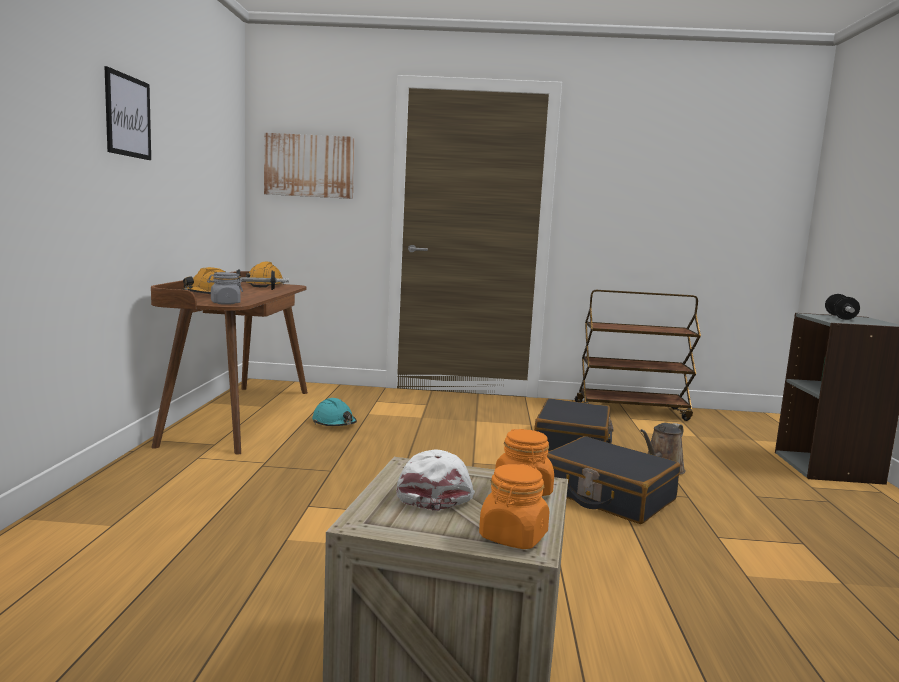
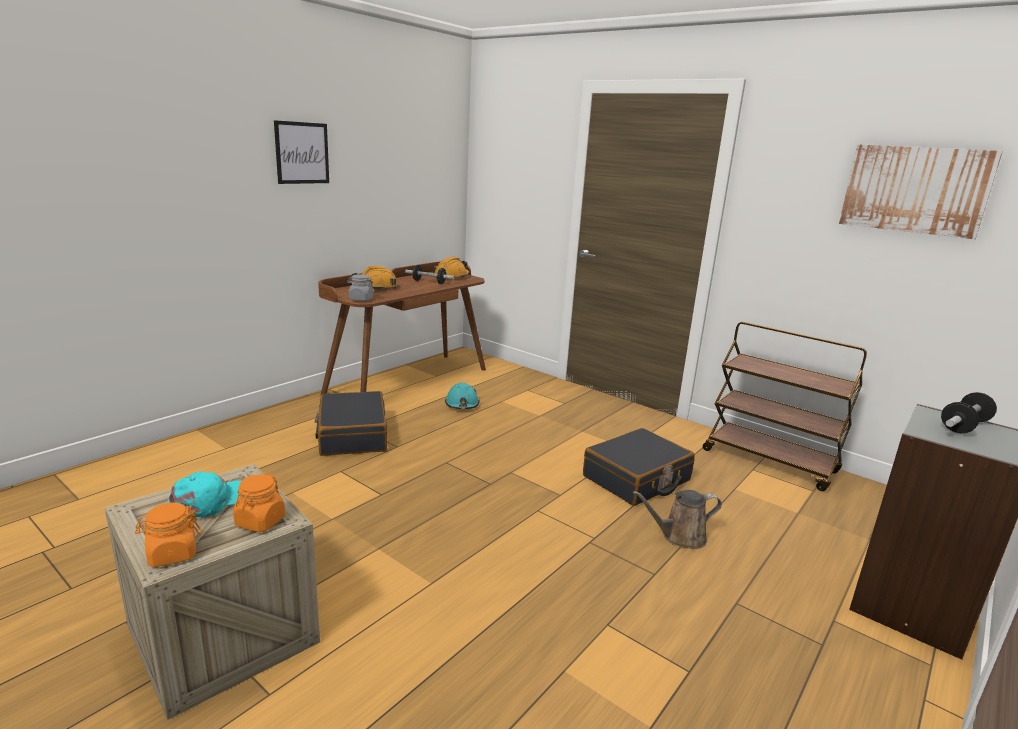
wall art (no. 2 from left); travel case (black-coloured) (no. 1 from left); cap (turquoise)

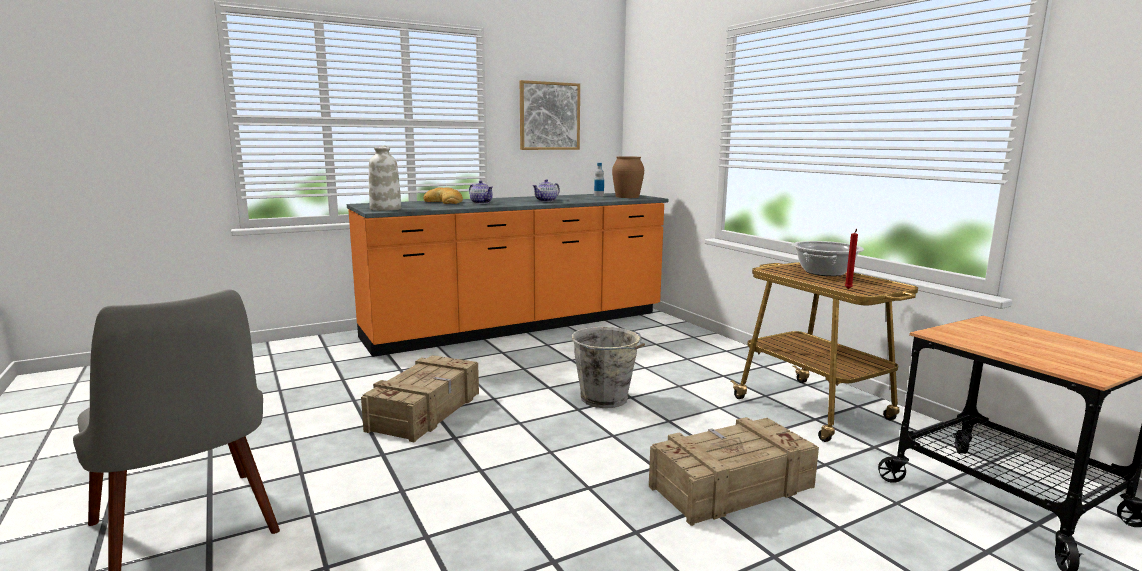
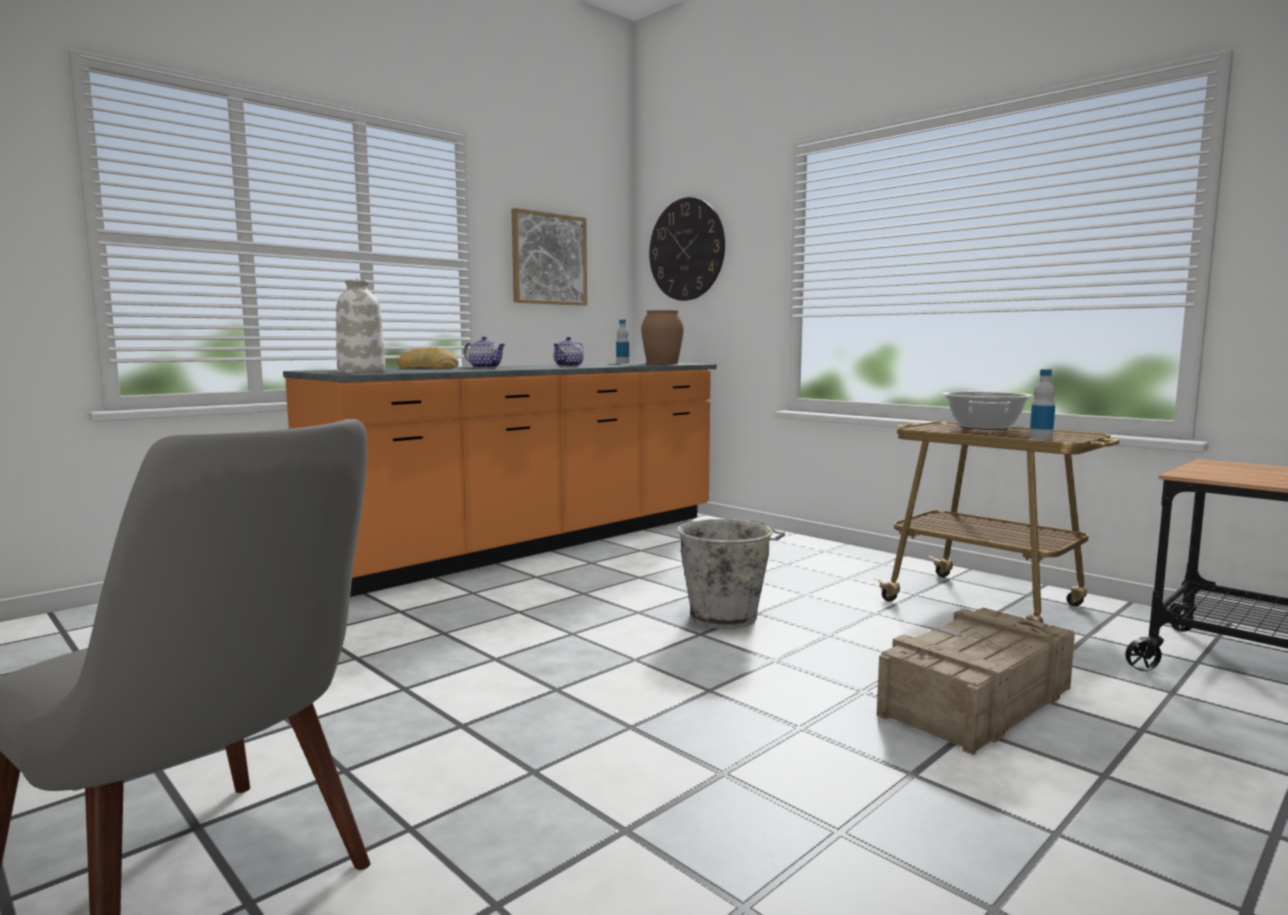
packing crate (no. 1 from left in the first image); wall clock; bottle (no. 2 from left)

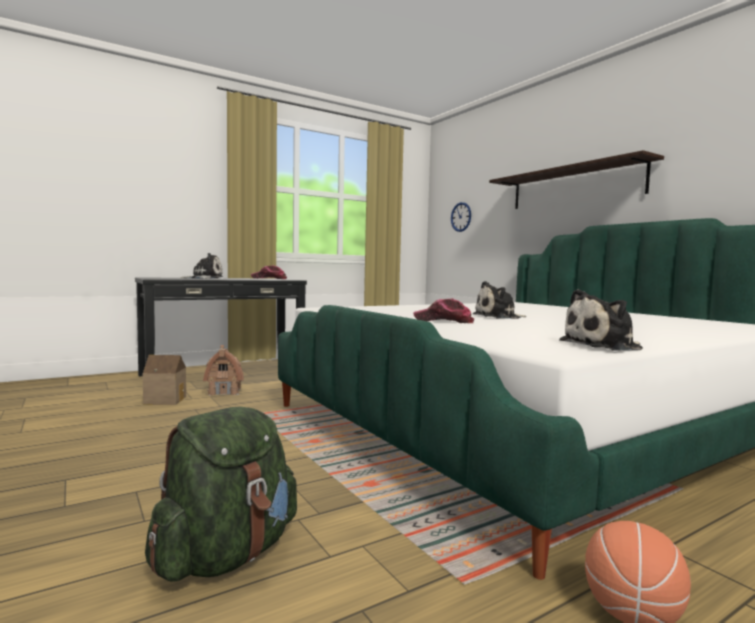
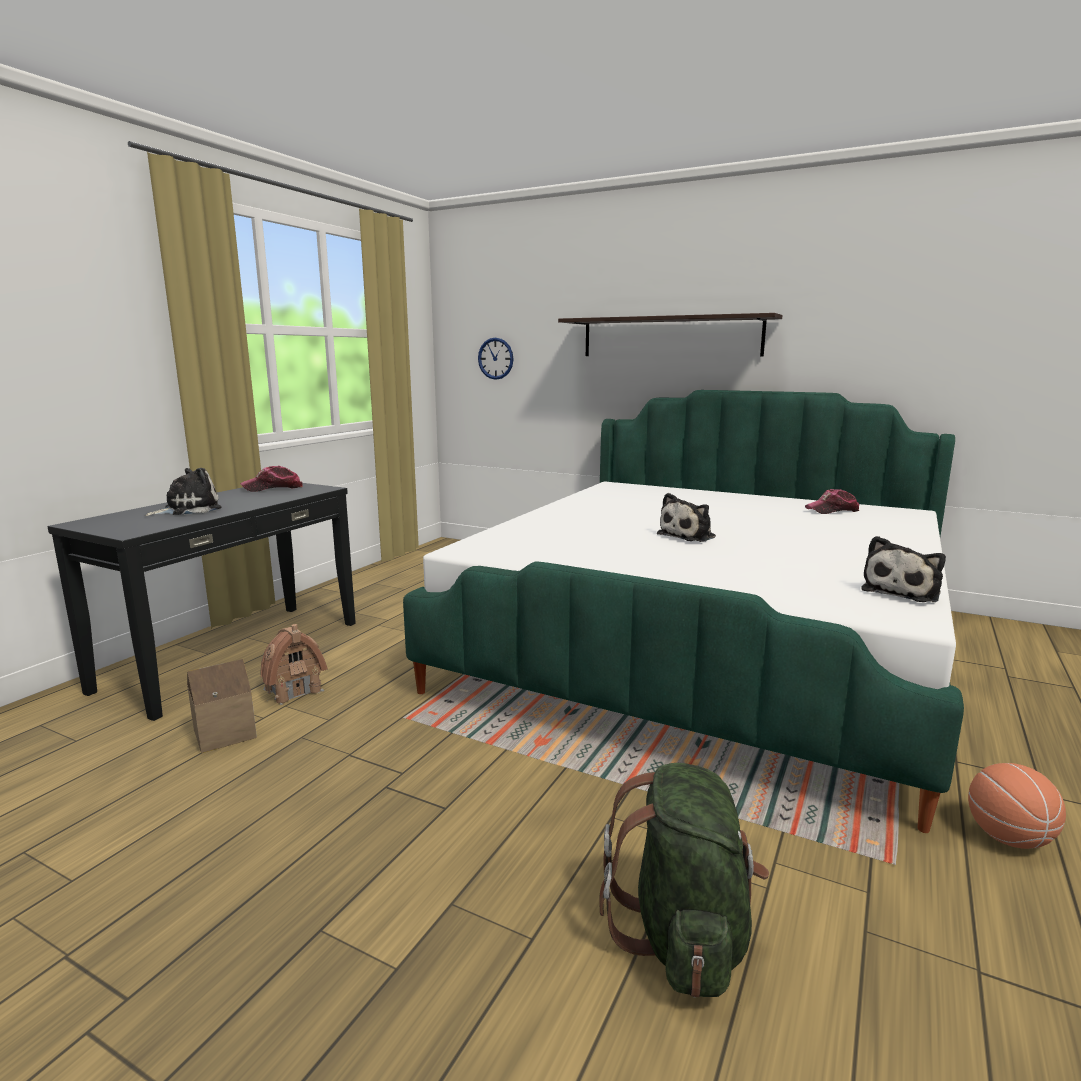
cap (no. 2 from left)

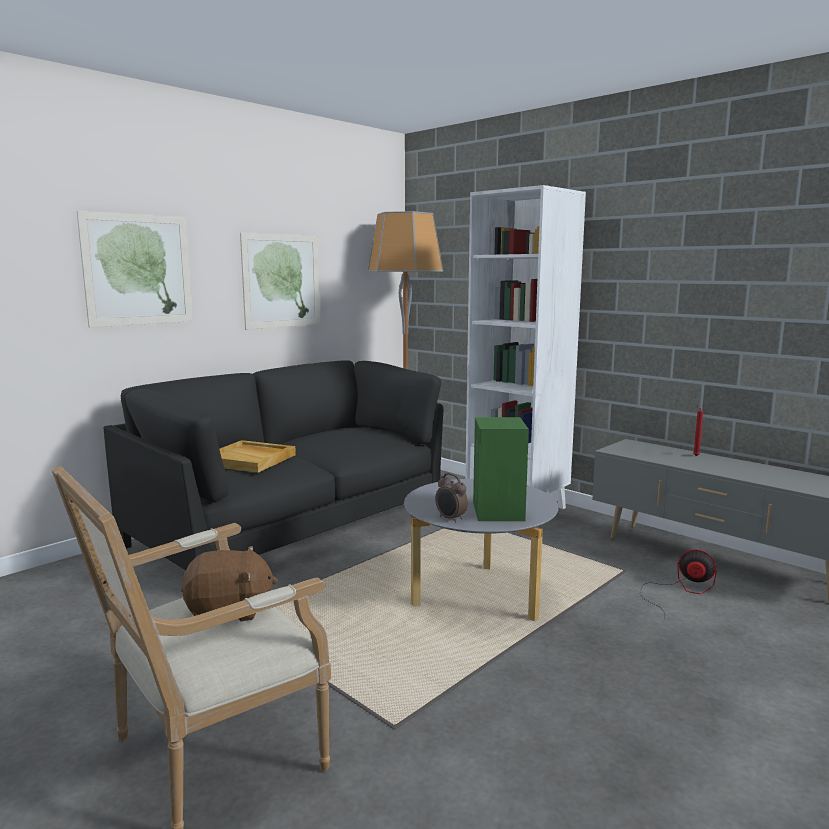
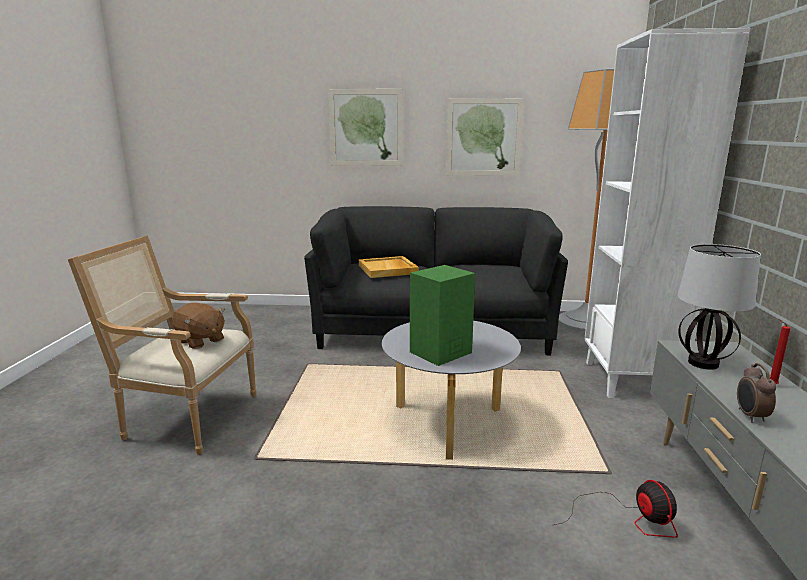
tabletop lamp; table clock

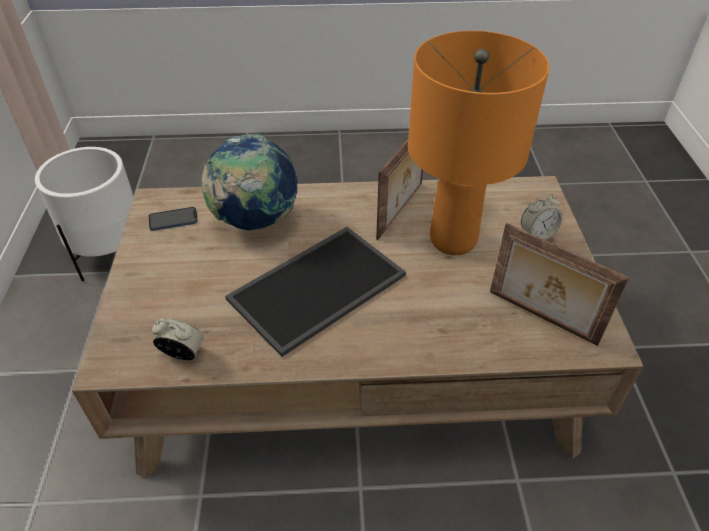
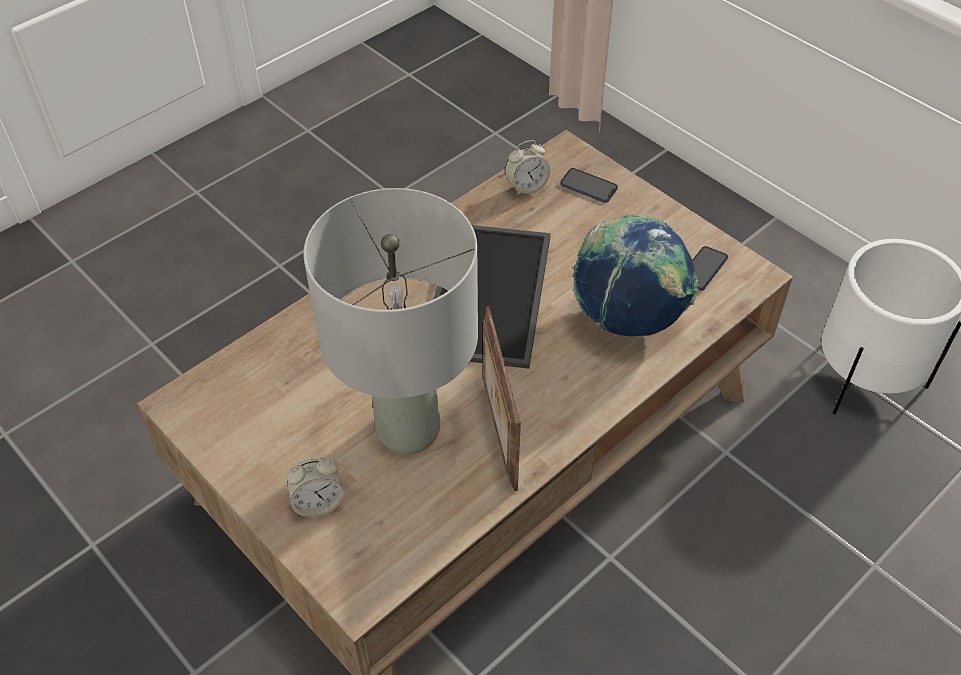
photo frame (no. 2 from left in the first image); phone (no. 1 from left); tabletop lamp (grey); table clock (no. 1 from left)

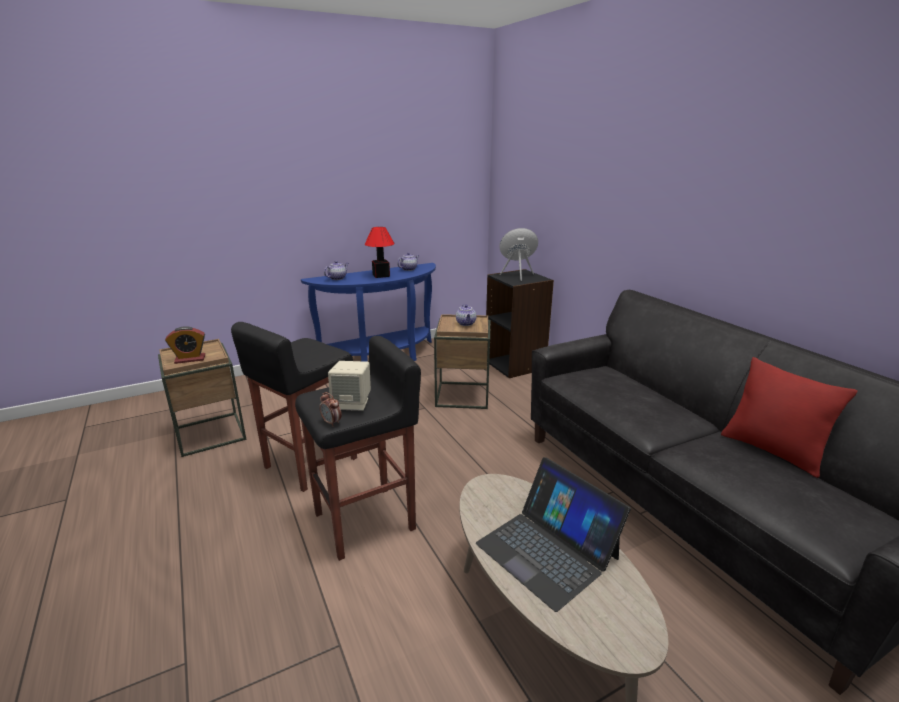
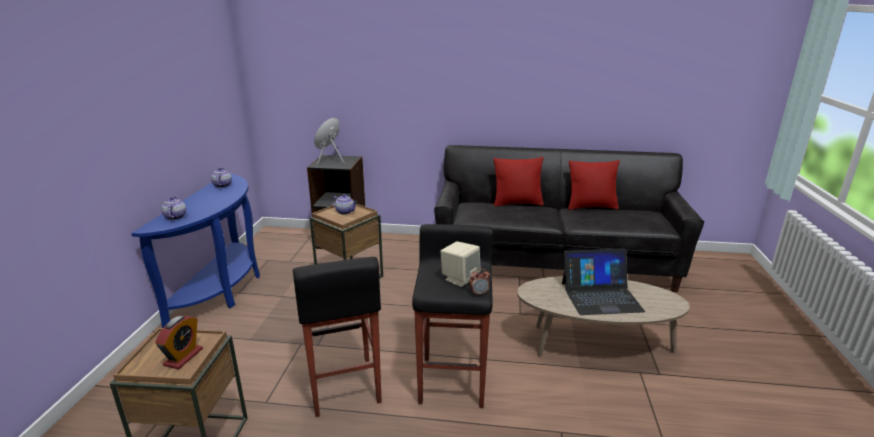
tabletop lamp; cushion (red) (no. 1 from left)

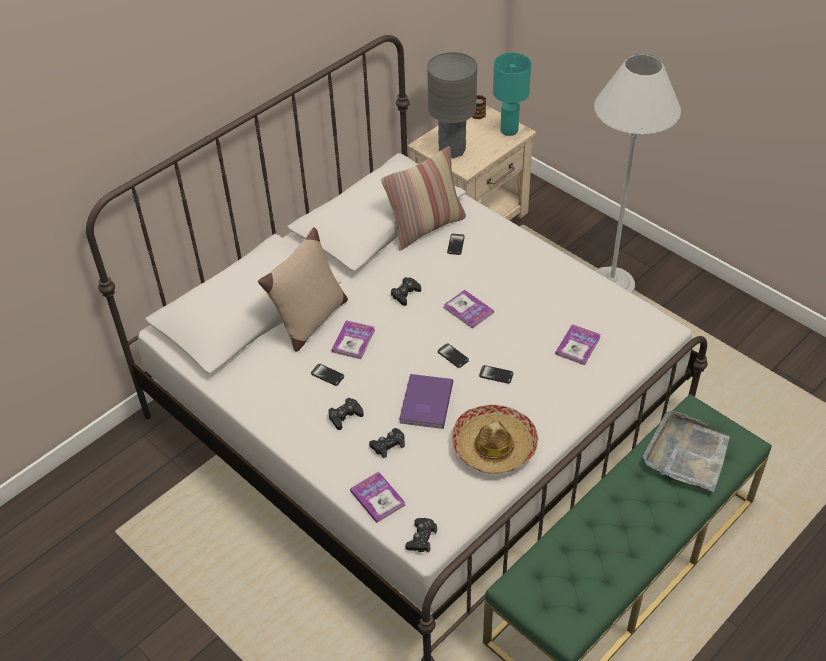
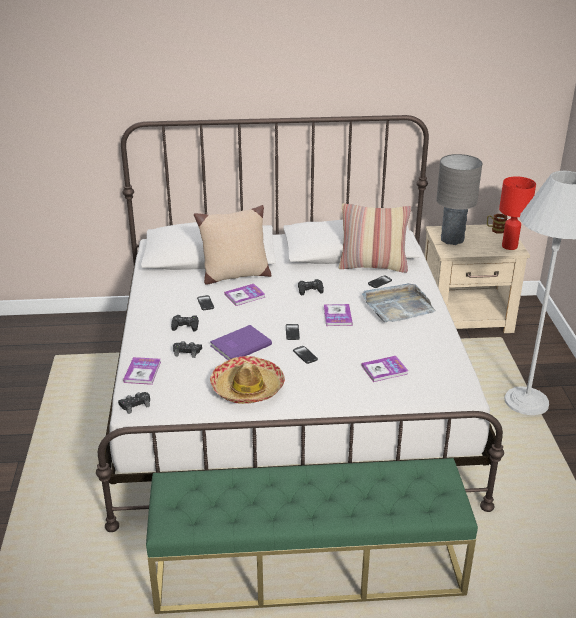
serving tray (grey); tabletop lamp (red)

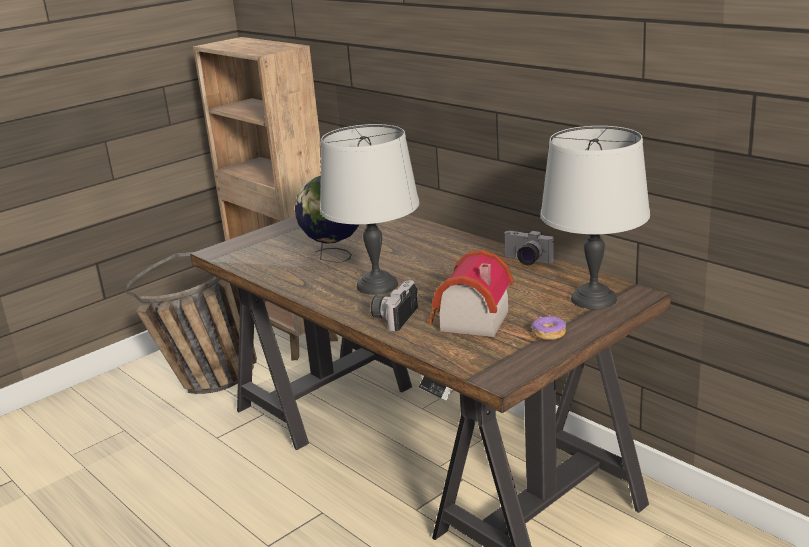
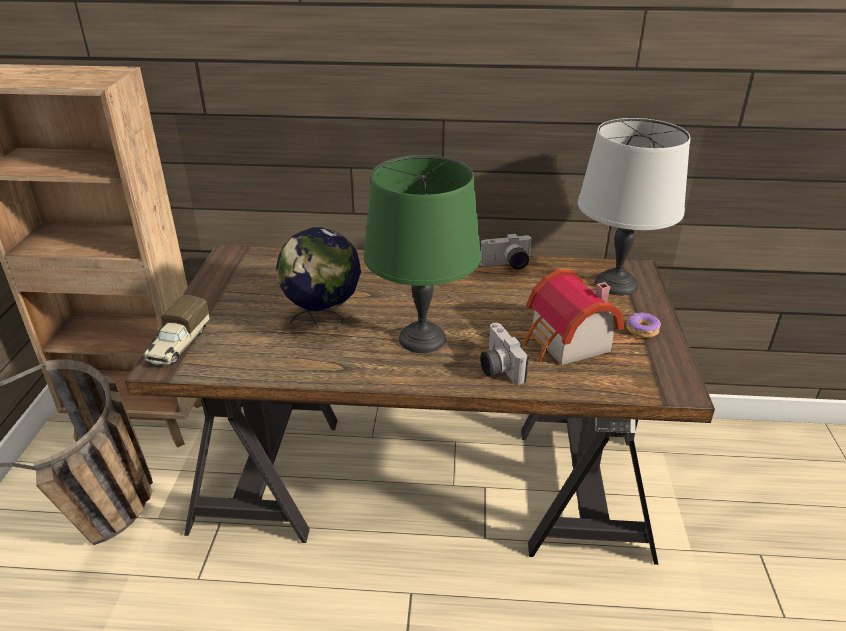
toy truck; tabletop lamp (greenish)

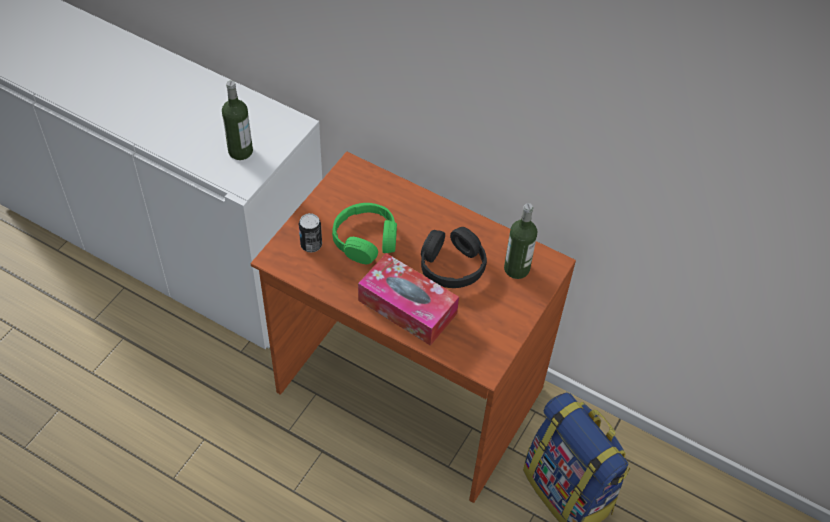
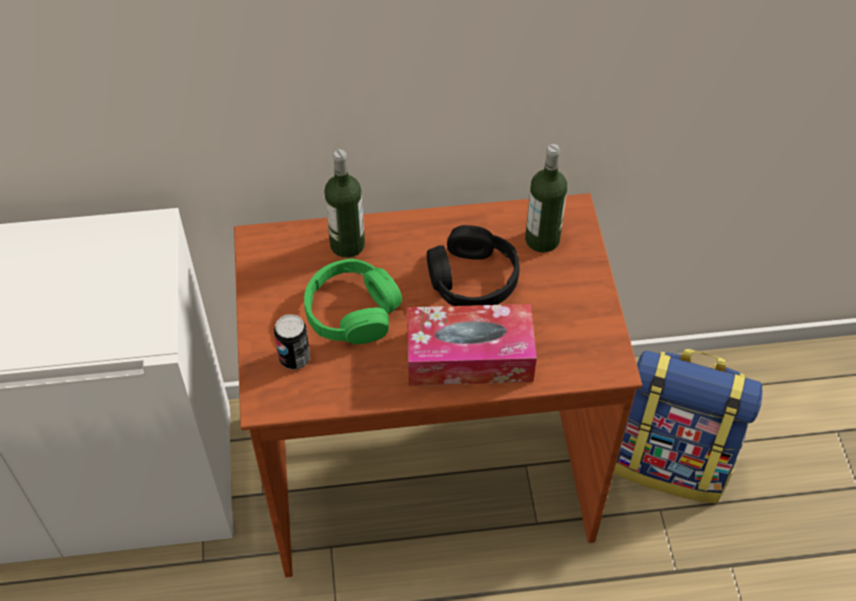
bottle (no. 1 from left)

